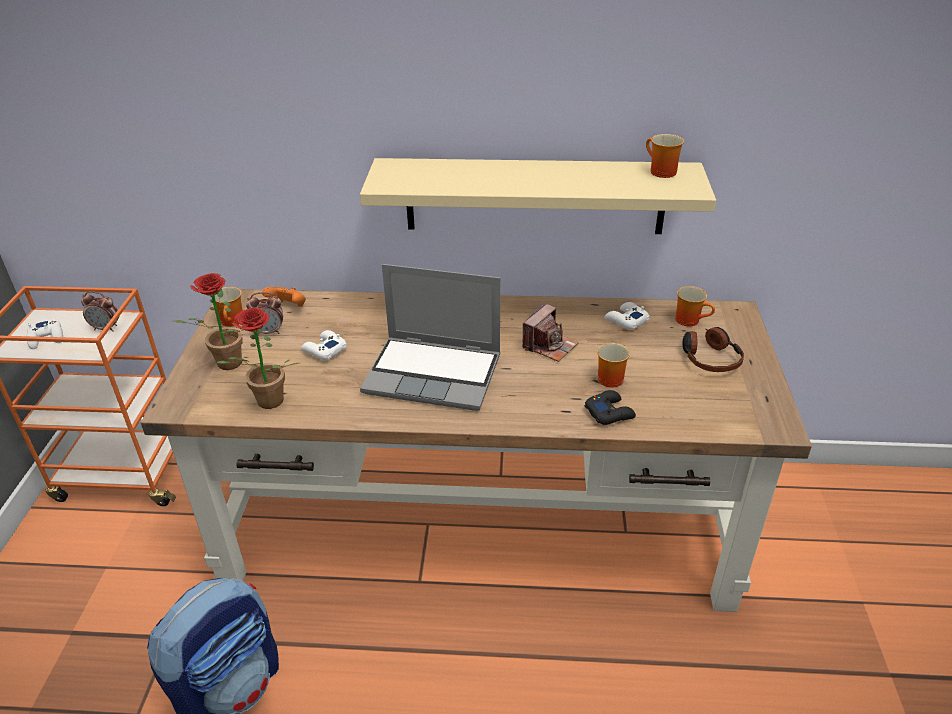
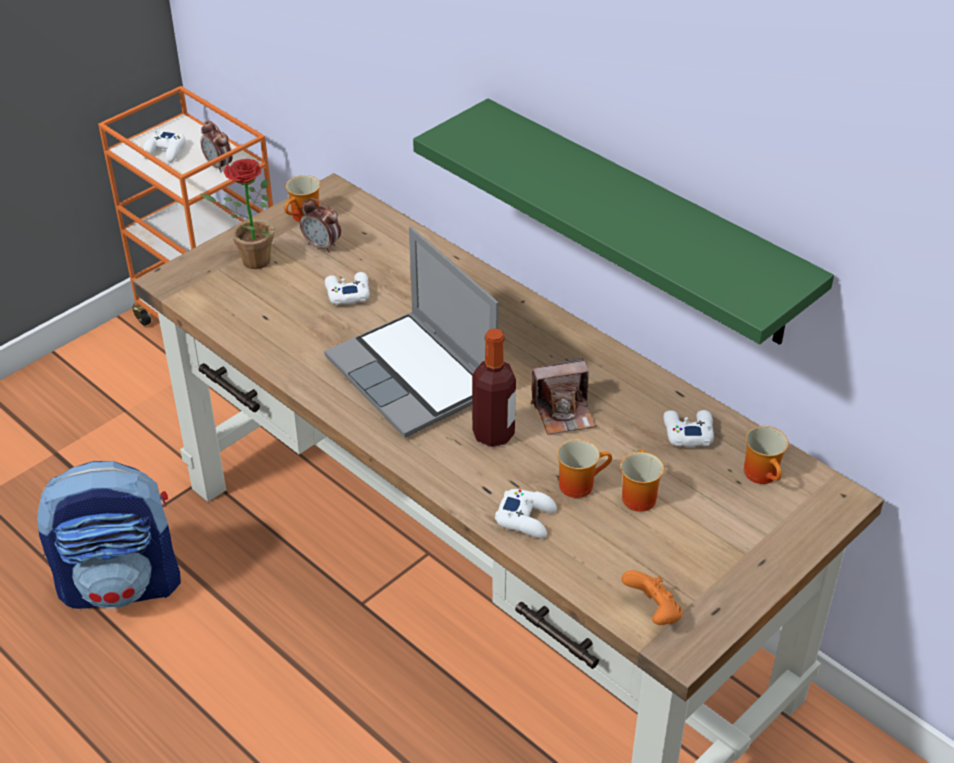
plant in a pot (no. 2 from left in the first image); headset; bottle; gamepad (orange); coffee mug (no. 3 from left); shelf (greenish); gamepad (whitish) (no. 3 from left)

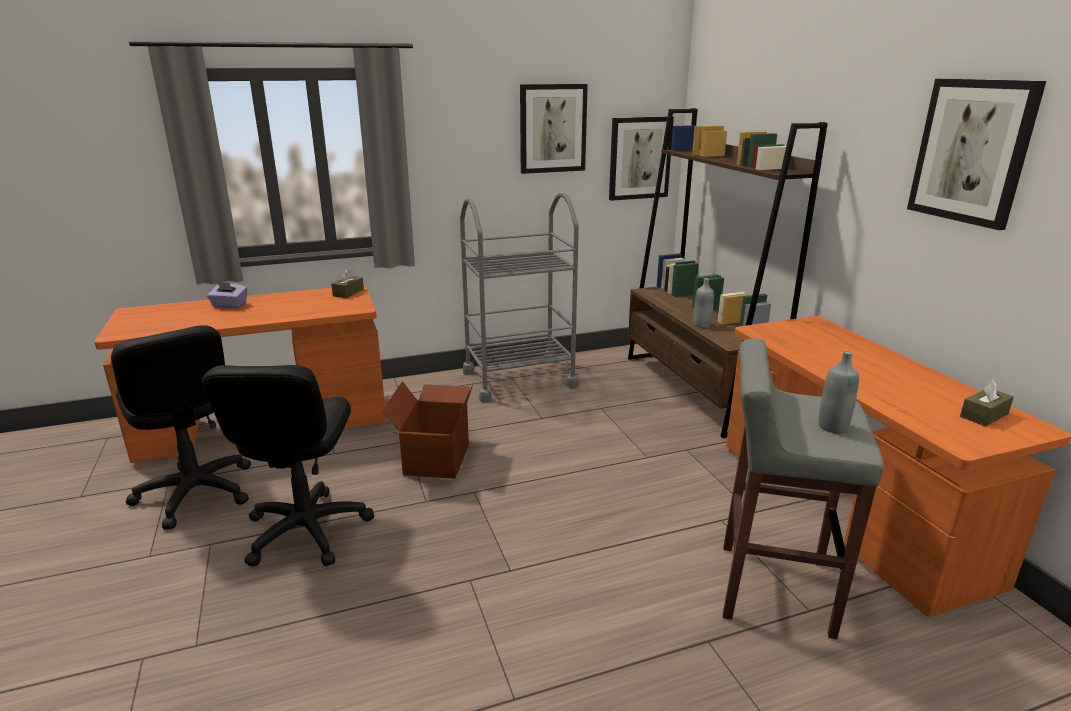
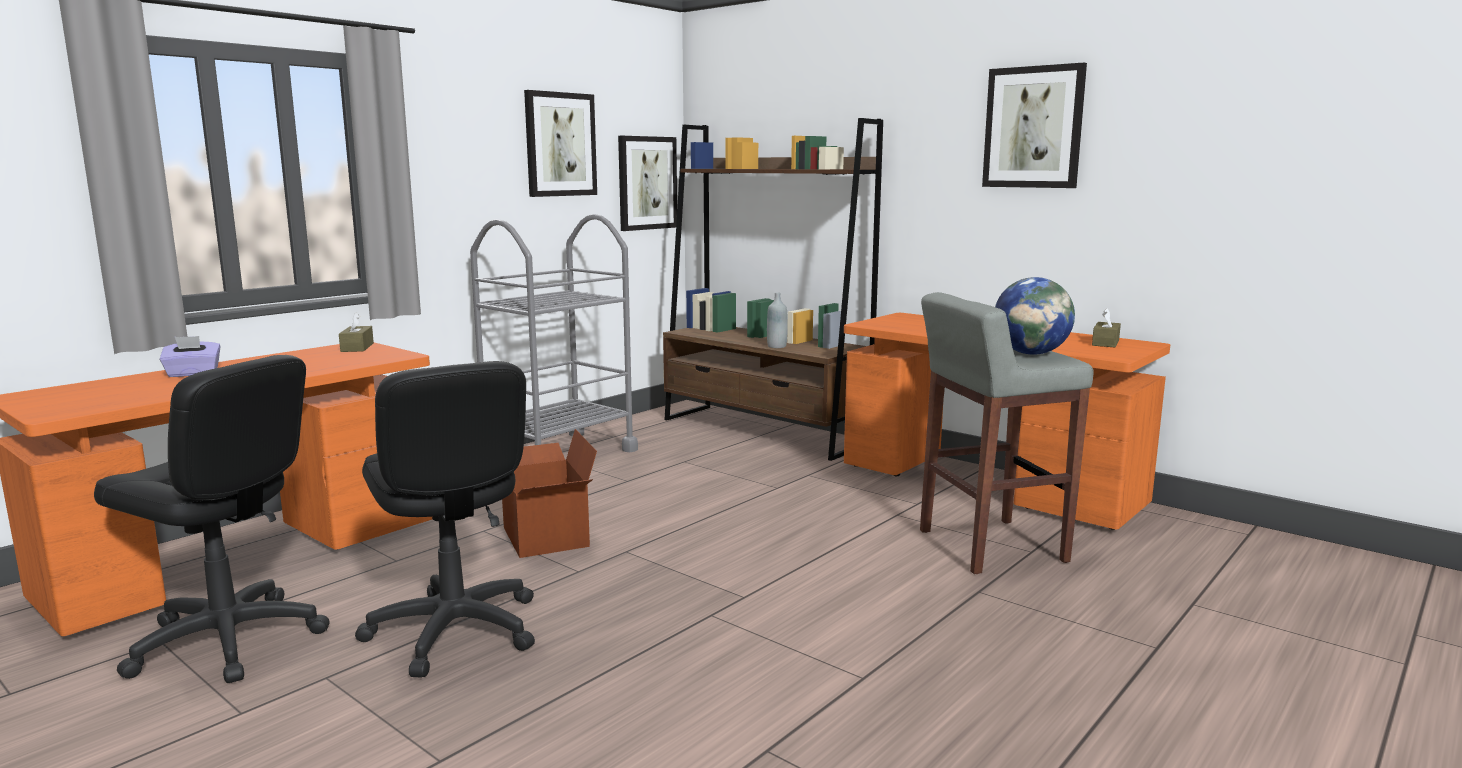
globe

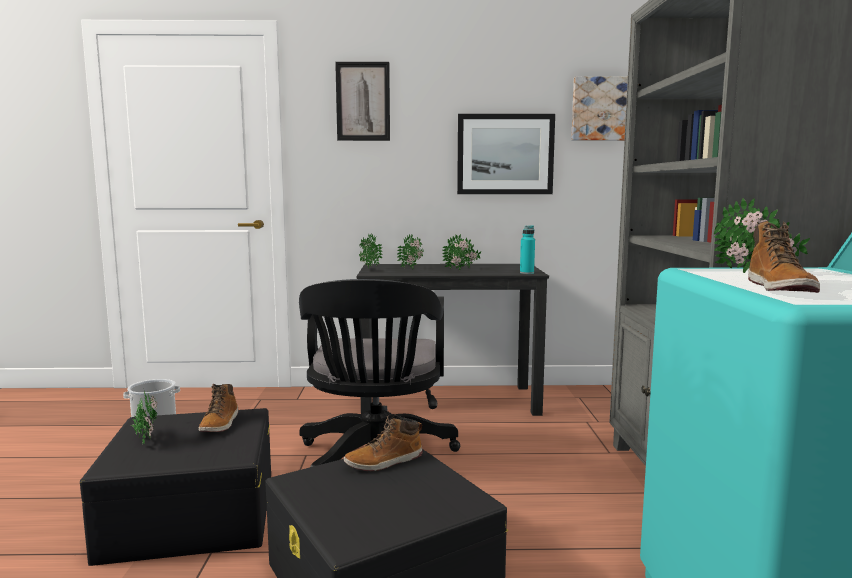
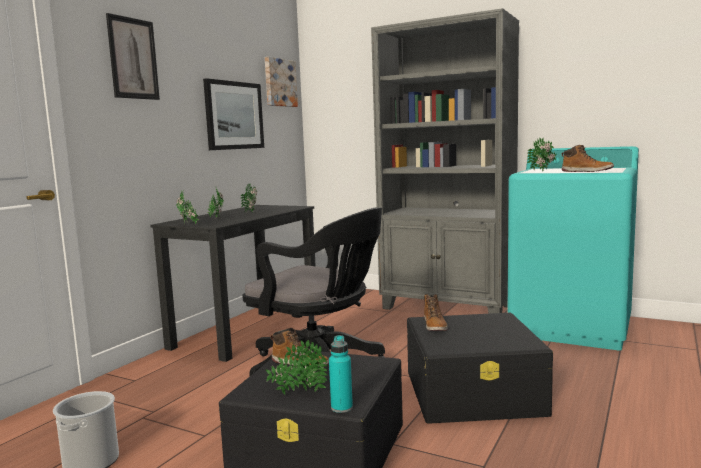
bottle (turquoise)

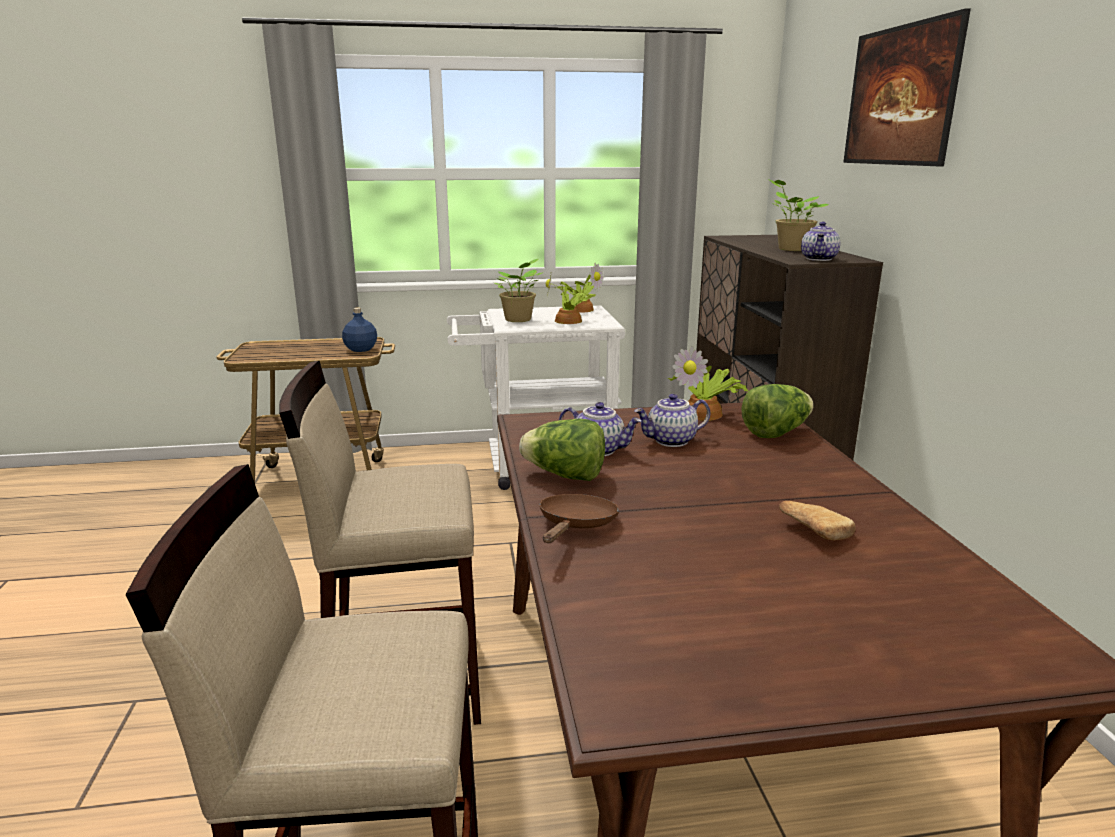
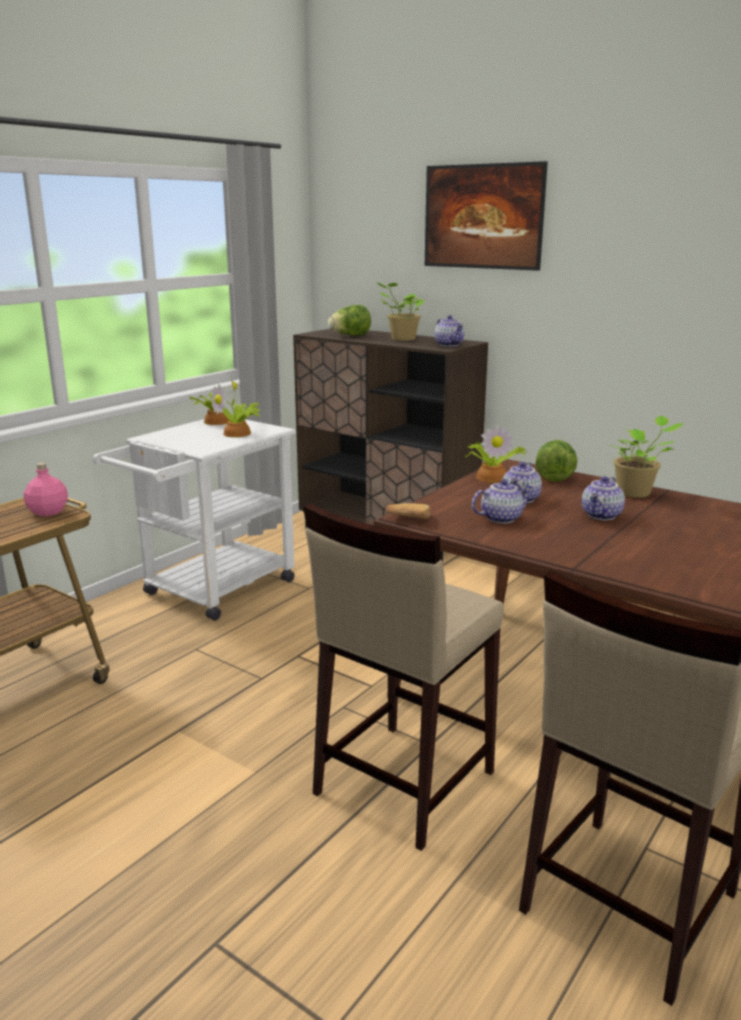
skillet (brownish); pot for tea (no. 4 from left); plant in a pot (no. 5 from left); lettuce (no. 1 from left); bakery bread; bottle (pinkish)

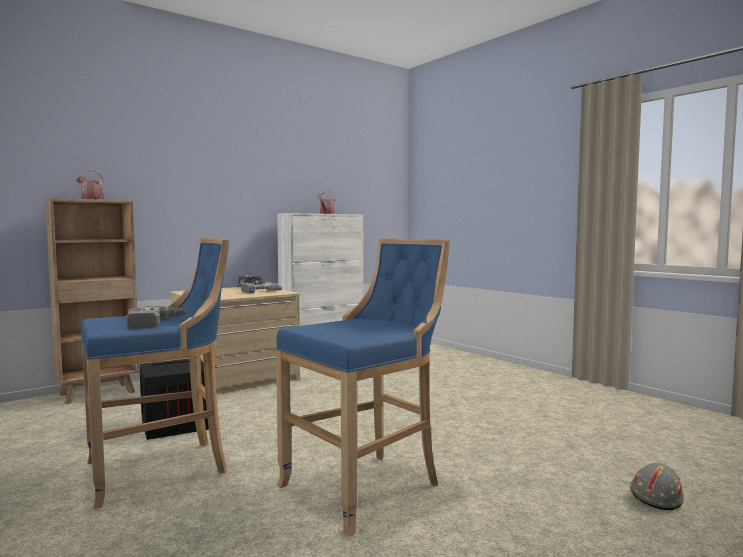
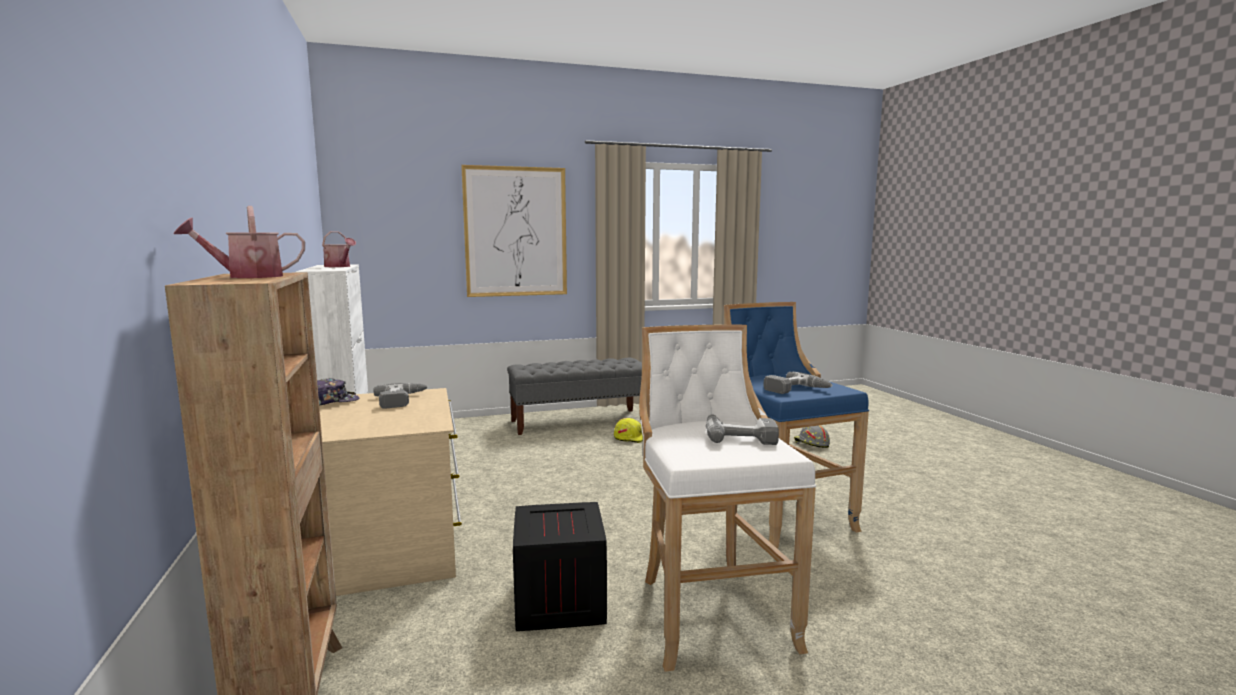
wall art; long seat (grey); hard hat (yellowish); power drill (no. 3 from left); stool seat (whitish)

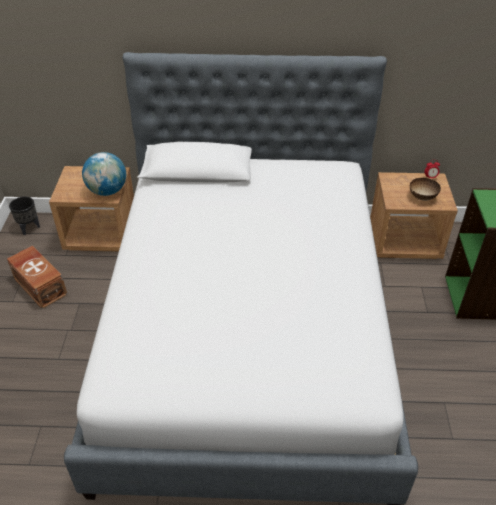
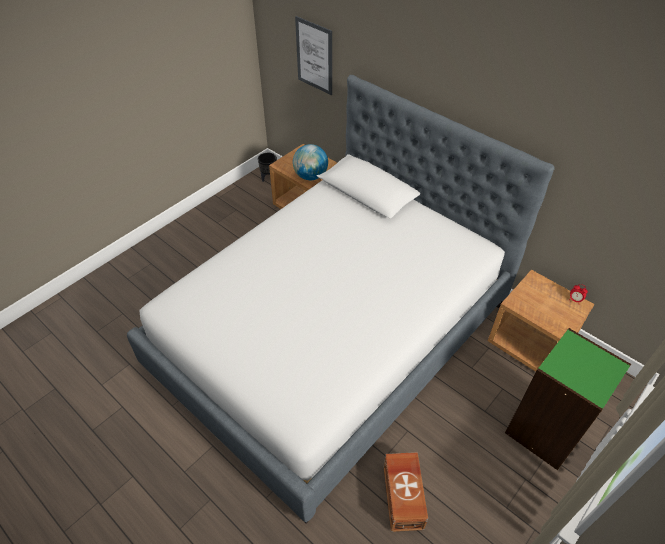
bowl; wall art; storage bin (brownish)

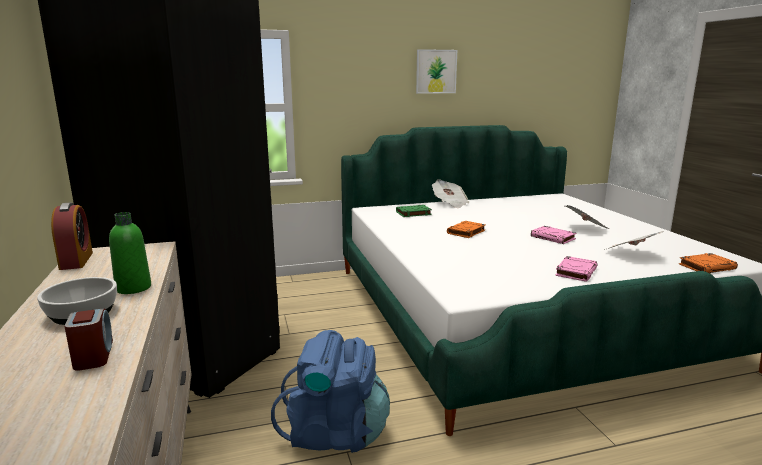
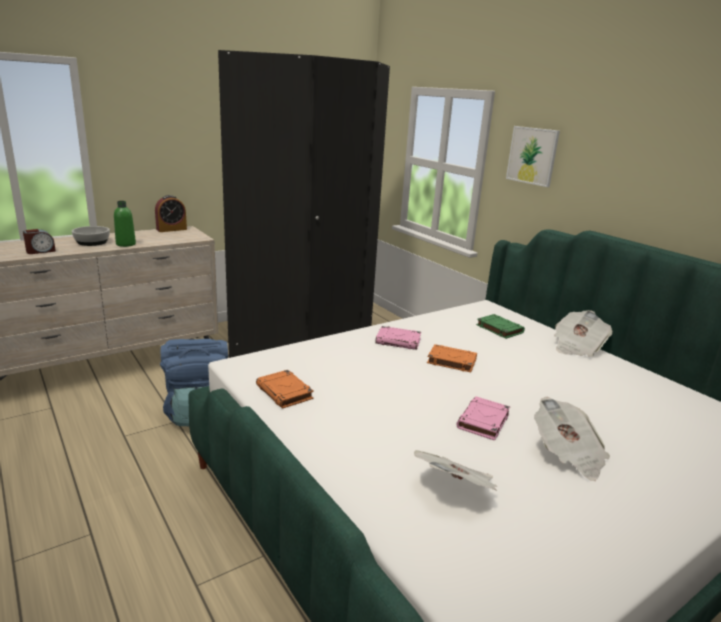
wall art; volume (pinkish) (no. 1 from left); volume (orange) (no. 1 from left)

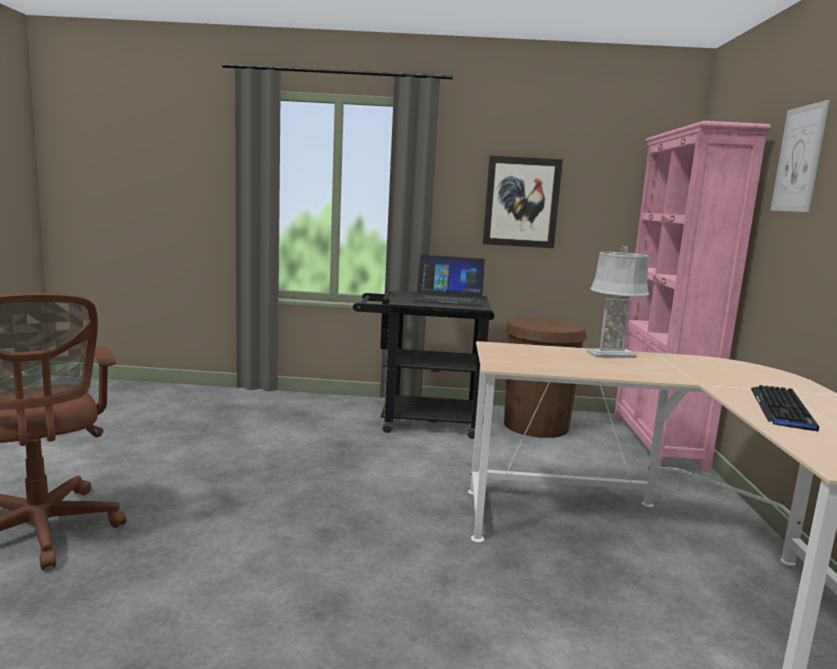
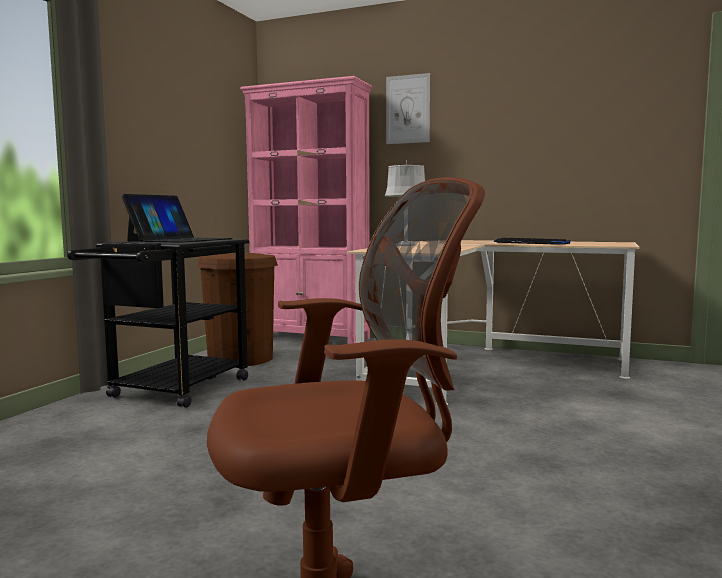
wall art (no. 1 from left in the first image)

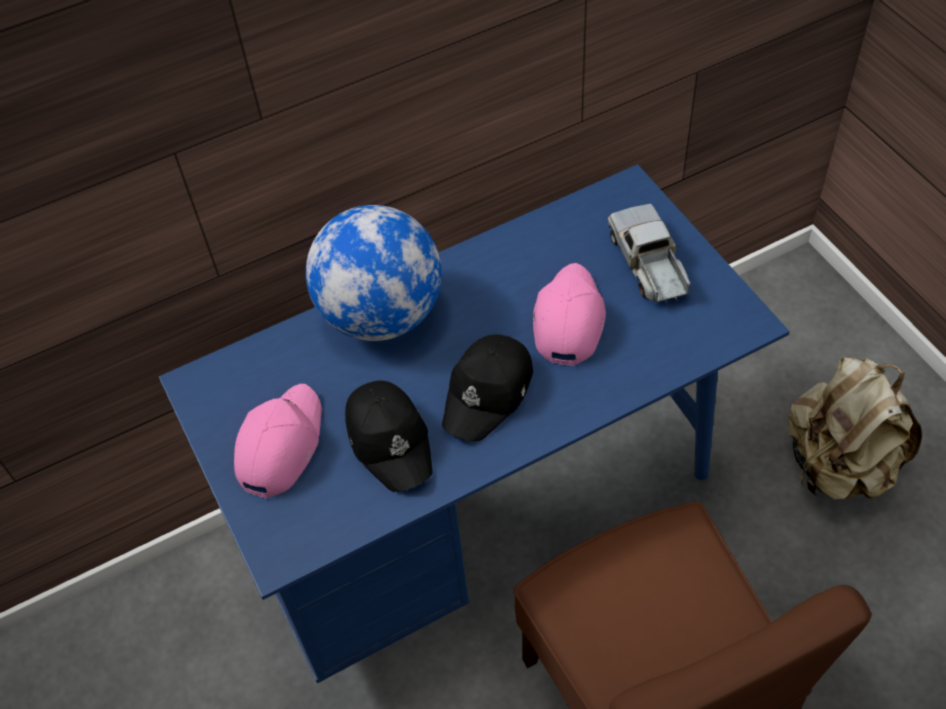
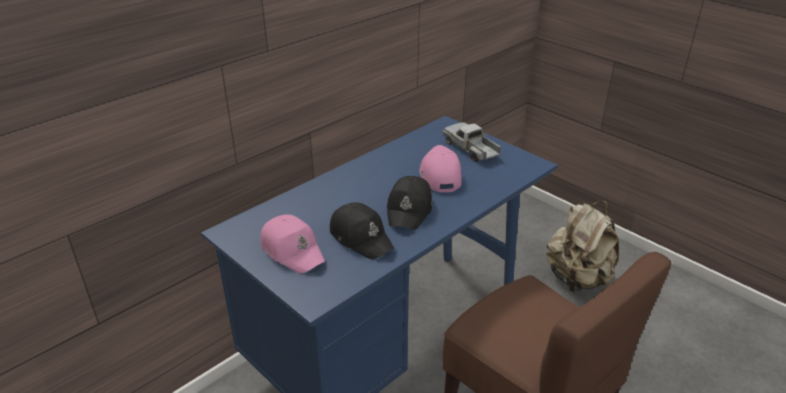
globe; cap (pinkish) (no. 1 from left)

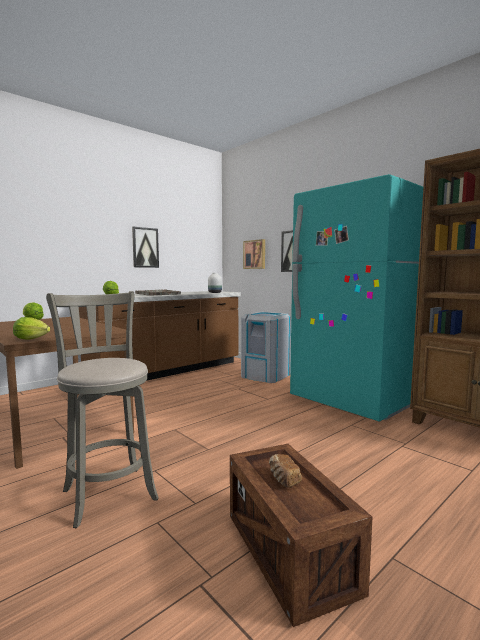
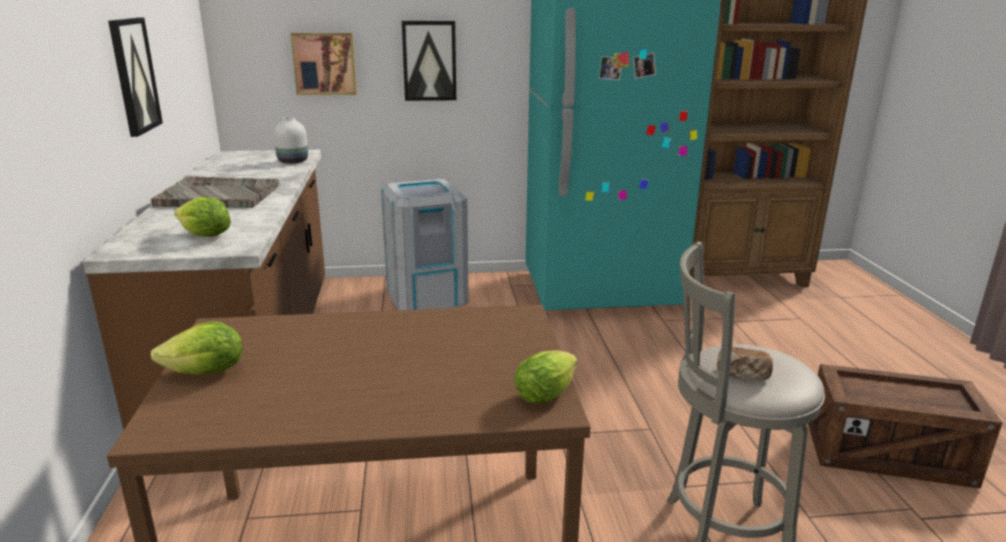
bakery bread

